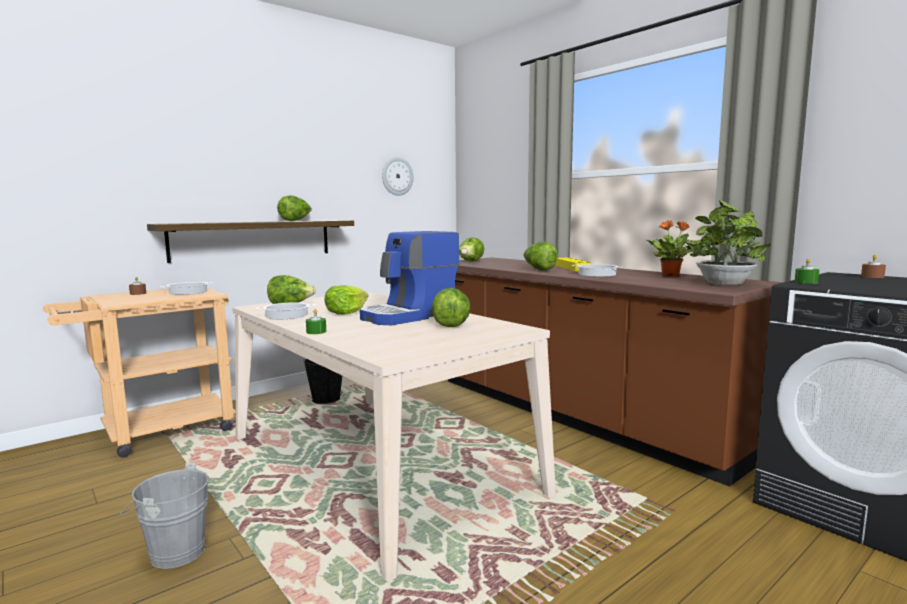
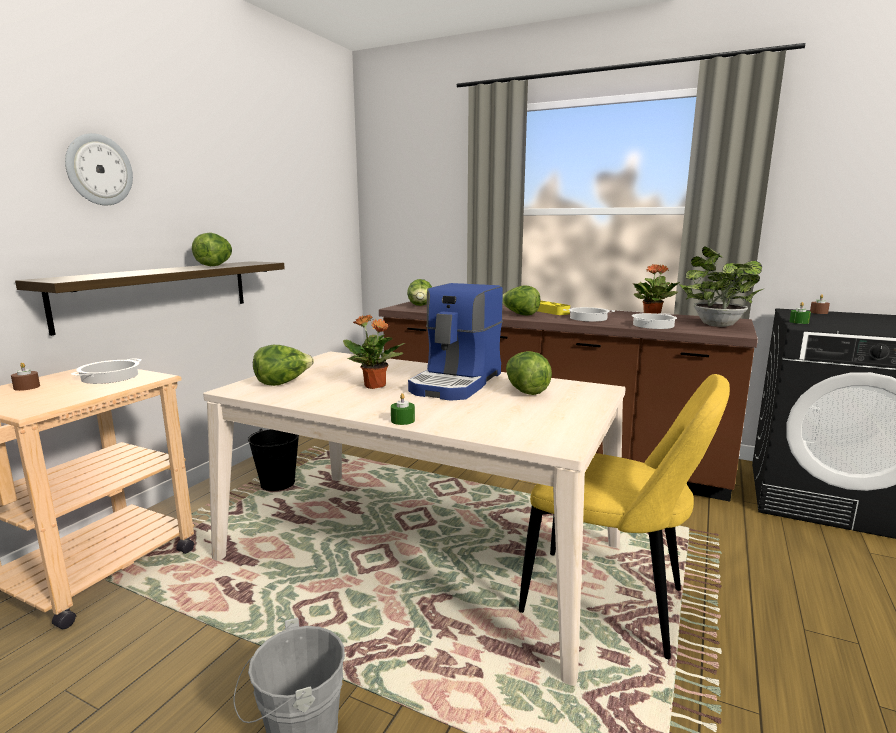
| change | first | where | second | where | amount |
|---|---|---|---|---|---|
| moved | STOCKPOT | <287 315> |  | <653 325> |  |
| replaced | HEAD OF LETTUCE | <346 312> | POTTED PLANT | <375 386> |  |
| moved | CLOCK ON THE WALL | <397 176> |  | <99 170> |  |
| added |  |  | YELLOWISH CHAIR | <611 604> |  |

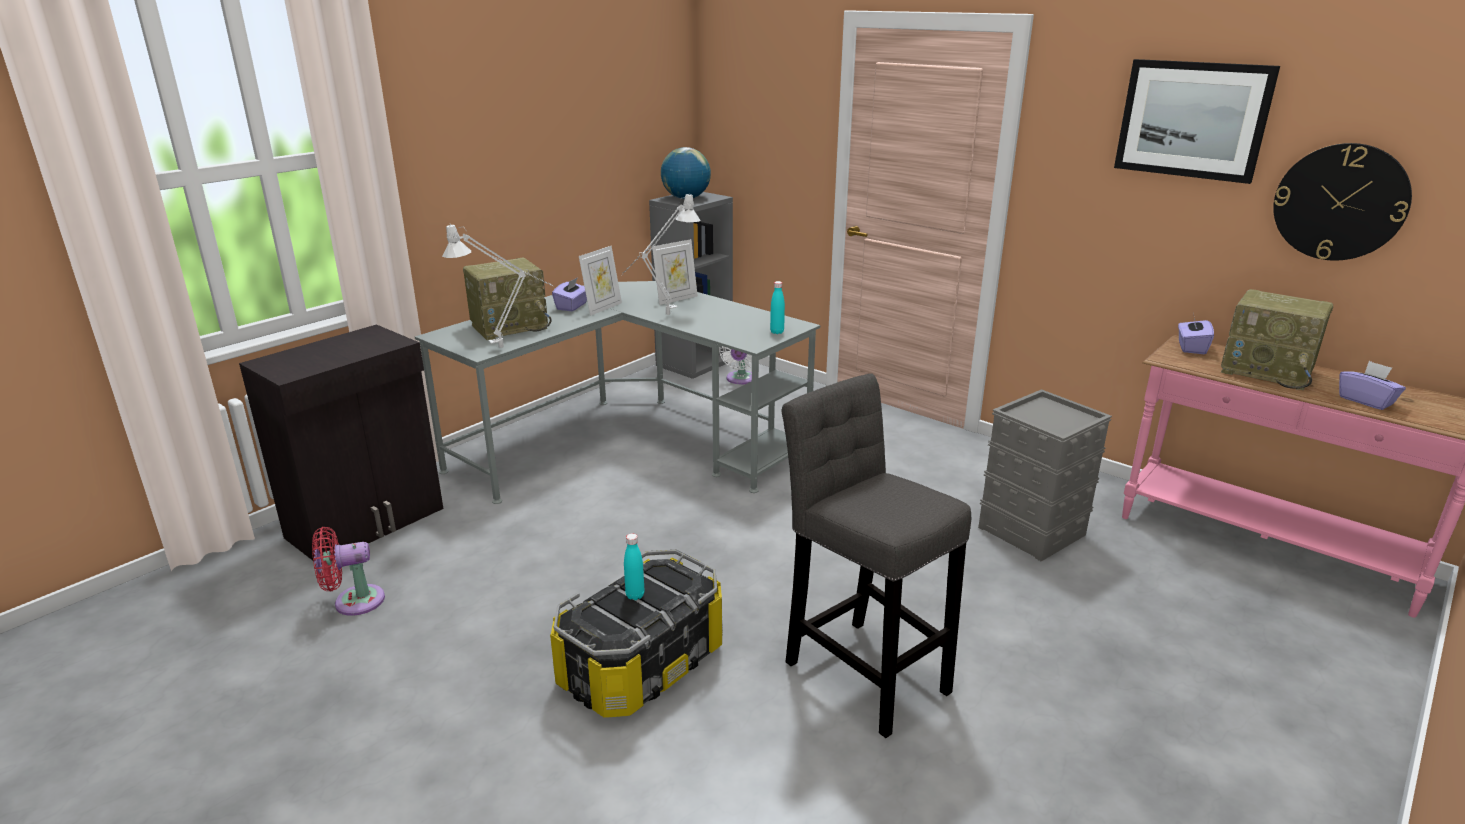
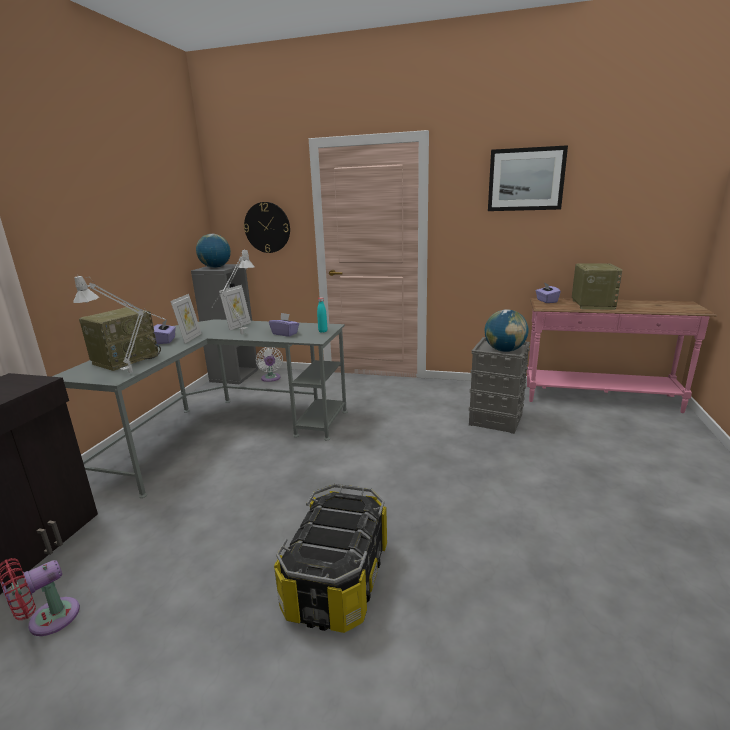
| change | first | where | second | where | amount |
|---|---|---|---|---|---|
| removed | BLUE-GREEN BOTTLE | <635 595> |  |  |  |
| removed | GREYISH STOOL | <861 670> |  |  |  |
| turned | RADIO RECEIVER | <1268 372> |  | <591 304> | 90 degrees counterclockwise |
| moved | CLOCK ON THE WALL | <1340 202> |  | <267 227> |  |
| moved | PURPLE-COLOURED TISSUE BOX | <1366 401> |  | <285 334> |  |
| added |  |  | GLOBE | <504 350> |  |

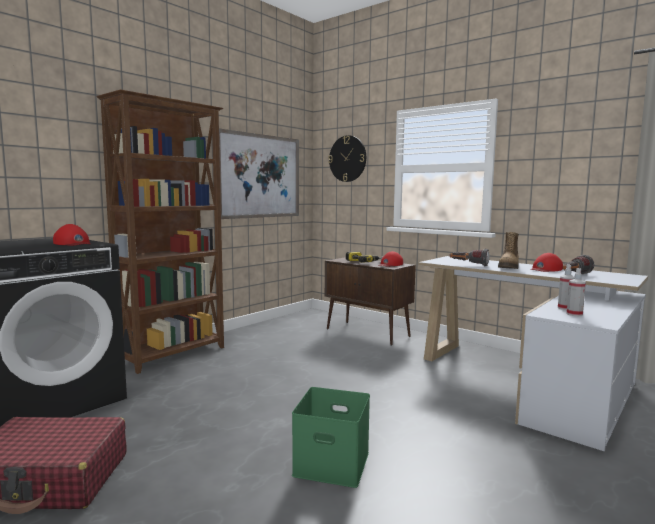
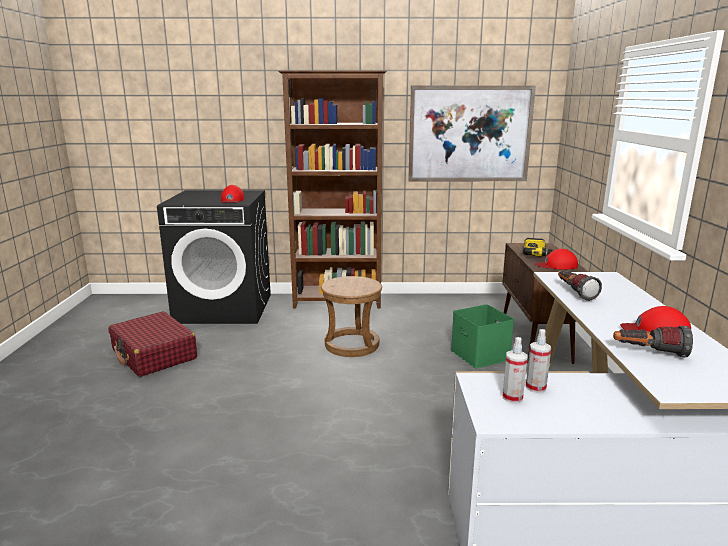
| change | first | where | second | where | amount |
|---|---|---|---|---|---|
| moved | GREEN-COLOURED STORAGE BIN | <333 463> |  | <481 355> |  |
| removed | CLOCK ON THE WALL | <347 158> |  |  |  |
| removed | TALL BOOT | <509 267> |  |  |  |
| added |  |  | BROWN-COLOURED STOOL | <352 344> |  |

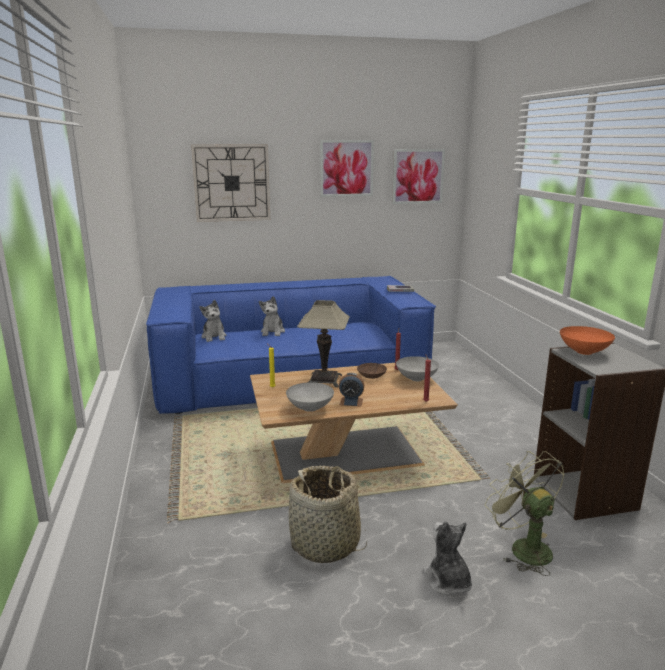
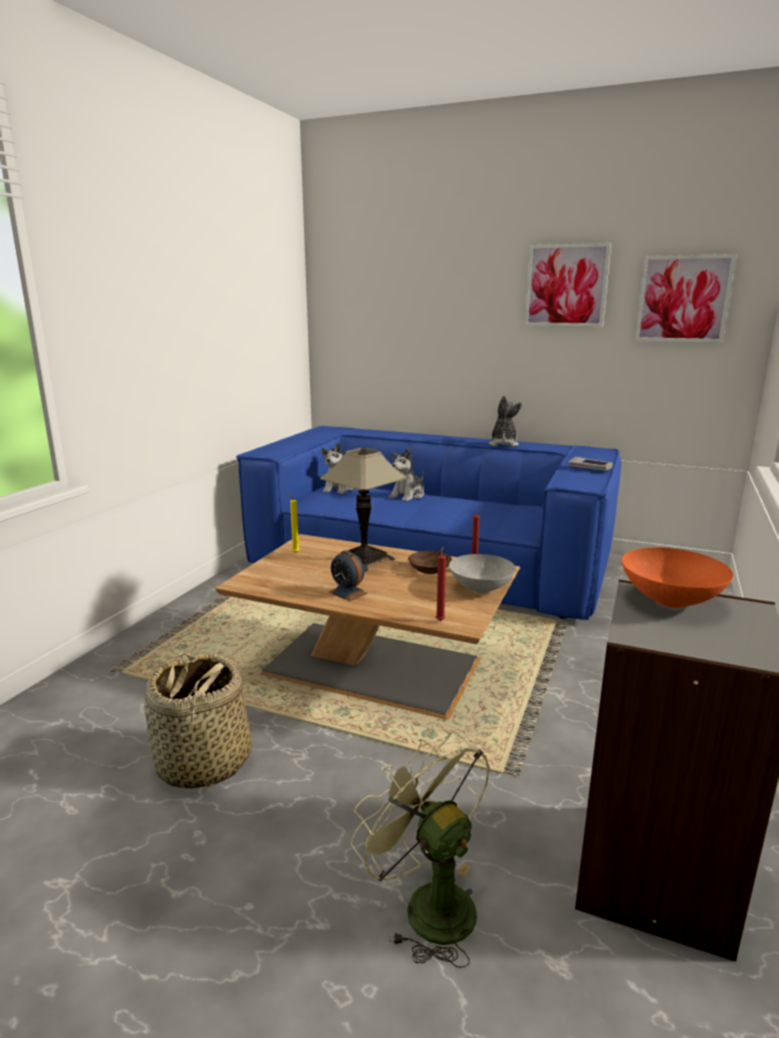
| change | first | where | second | where | amount |
|---|---|---|---|---|---|
| removed | CLOCK ON THE WALL | <231 183> |  |  |  |
| removed | GREYISH BOWL | <309 408> |  |  |  |
| moved | CUDDLY TOY | <448 581> |  | <503 444> |  |
| turned | GREEN-COLOURED ELECTRIC FAN | <523 547> |  | <427 903> | 45 degrees counterclockwise |

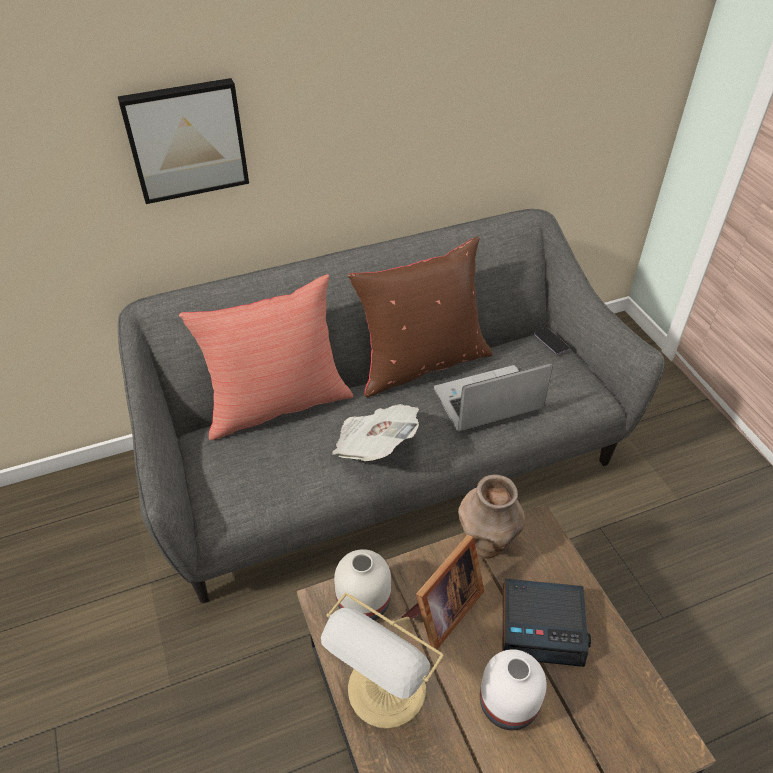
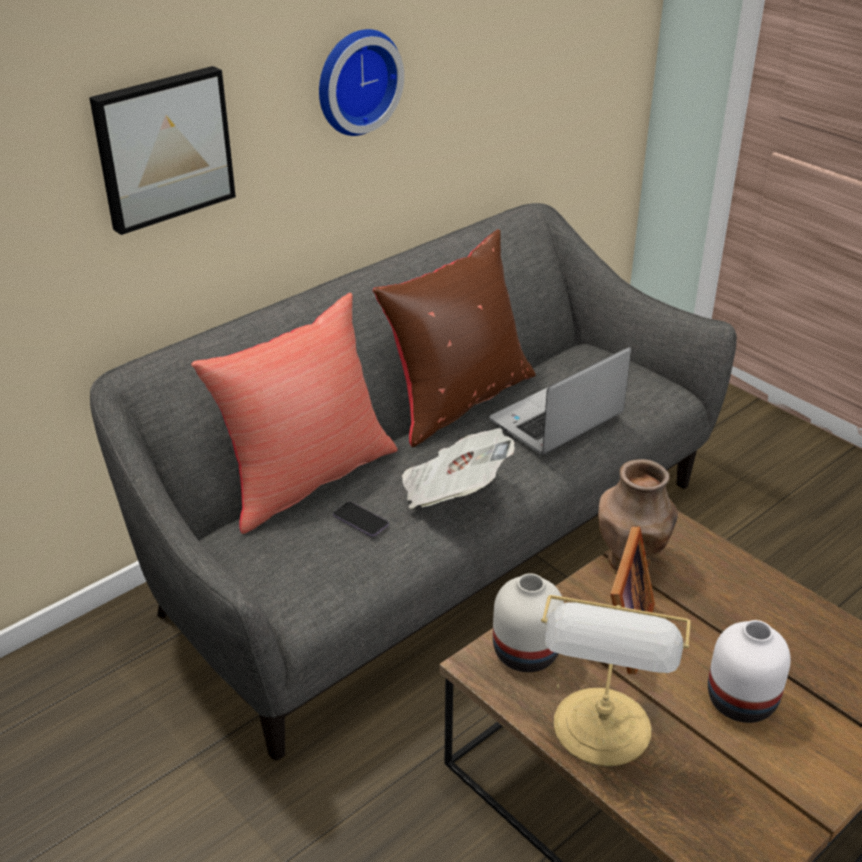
| change | first | where | second | where | amount |
|---|---|---|---|---|---|
| removed | TABLE CLOCK | <542 626> |  |  |  |
| moved | TELEPHONE | <551 342> |  | <360 520> |  |
| added |  |  | CLOCK ON THE WALL | <355 81> |  |

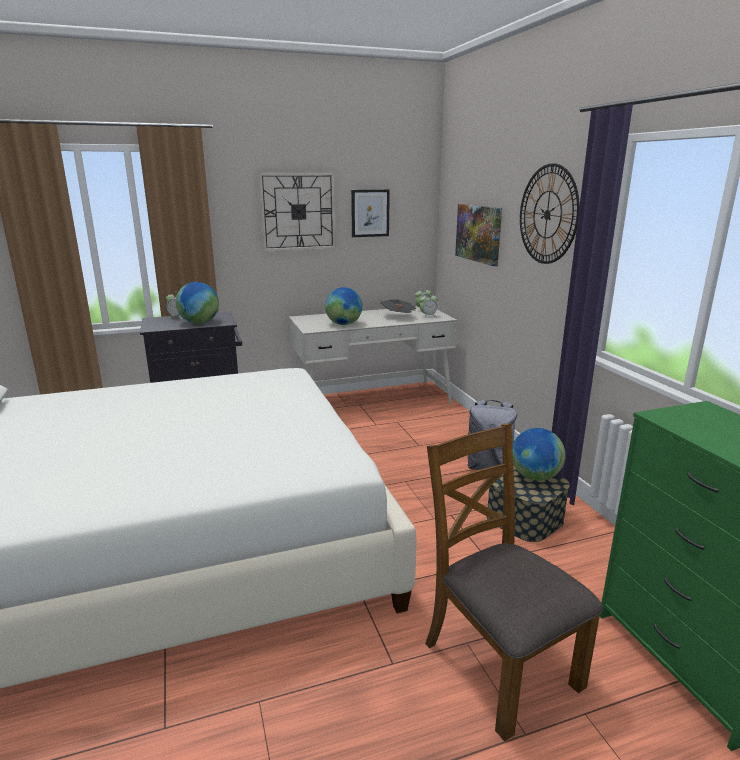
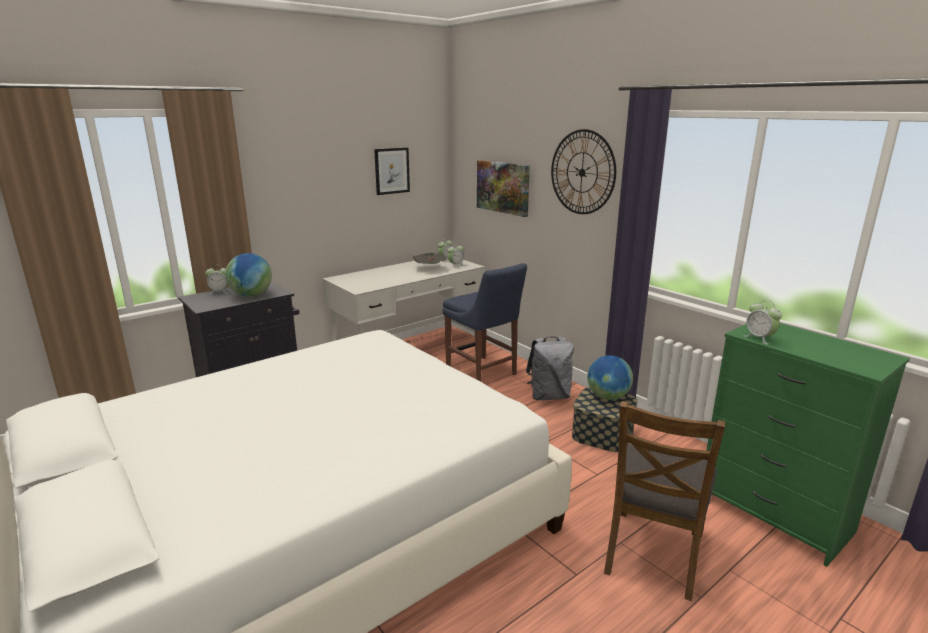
| change | first | where | second | where | amount |
|---|---|---|---|---|---|
| removed | CLOCK ON THE WALL | <298 211> |  |  |  |
| removed | GLOBE | <343 324> |  |  |  |
| turned | BROWN-COLOURED CHAIR | <499 664> |  | <653 552> | 105 degrees counterclockwise |
| added |  |  | BLUE-COLOURED CHAIR | <483 373> |  |
| added |  |  | TABLE CLOCK | <759 338> |  |

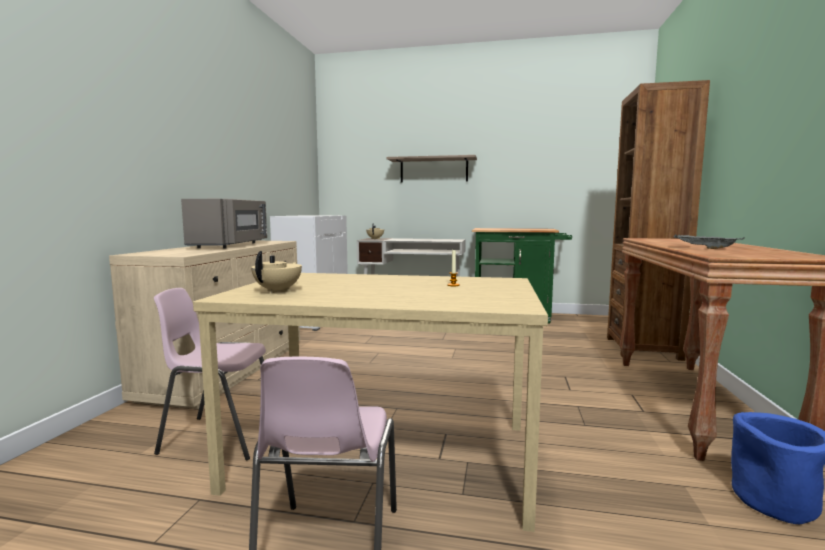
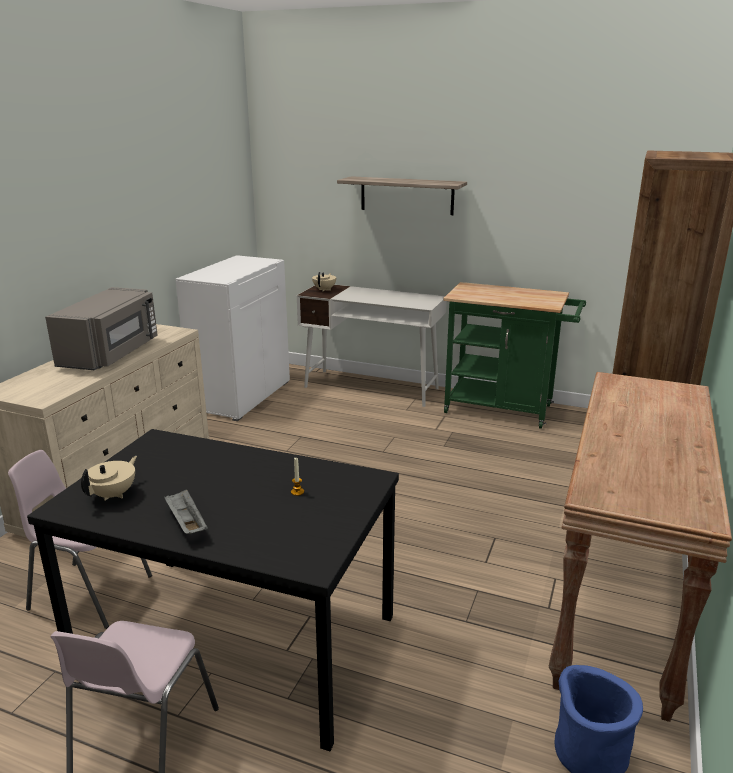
| change | first | where | second | where | amount |
|---|---|---|---|---|---|
| recoloured | SAND-COLOURED KITCHEN TABLE | <388 455> | BLACK-COLOURED KITCHEN TABLE | <239 639> |  |
| moved | GREYISH CARRYING TRAY | <704 248> |  | <186 523> |  |

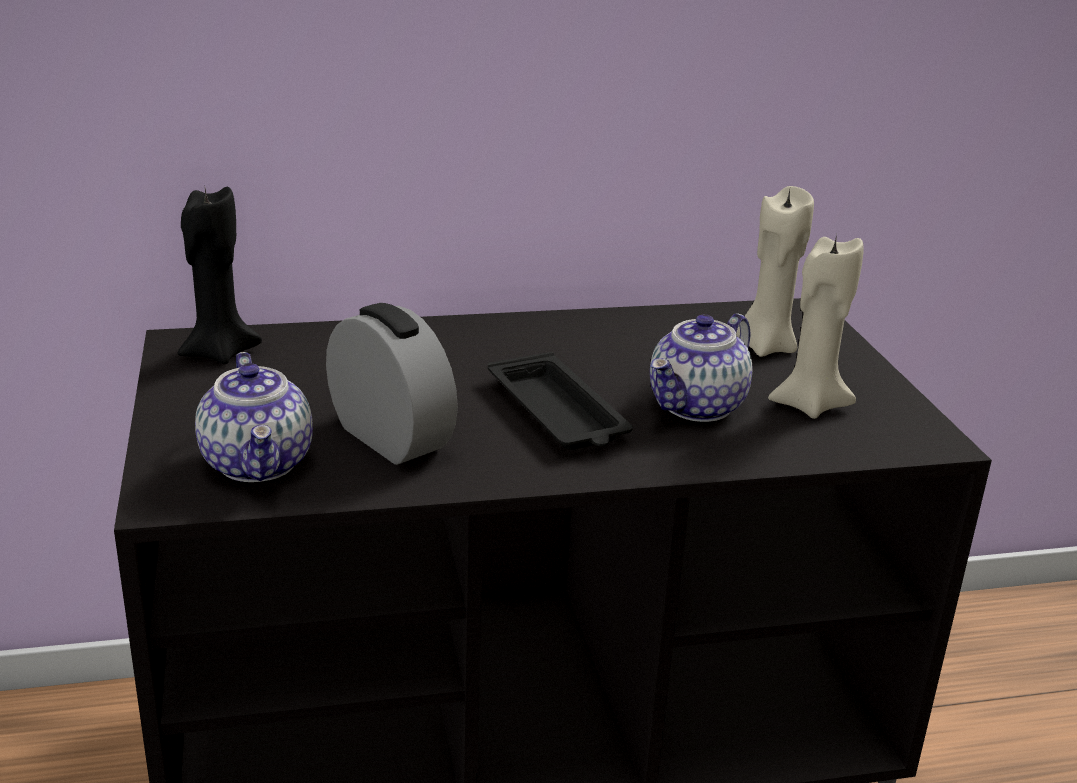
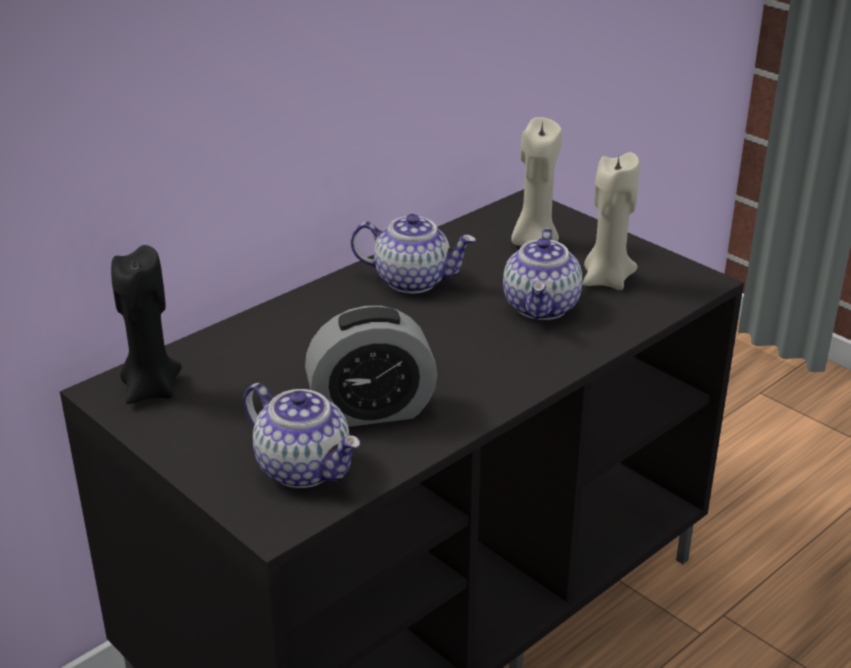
| change | first | where | second | where | amount |
|---|---|---|---|---|---|
| turned | TABLE CLOCK | <390 438> |  | <371 410> | 150 degrees clockwise |
| removed | BLACK-COLOURED CARRYING TRAY | <558 413> |  |  |  |
| added |  |  | TEAPOT | <413 280> |  |

